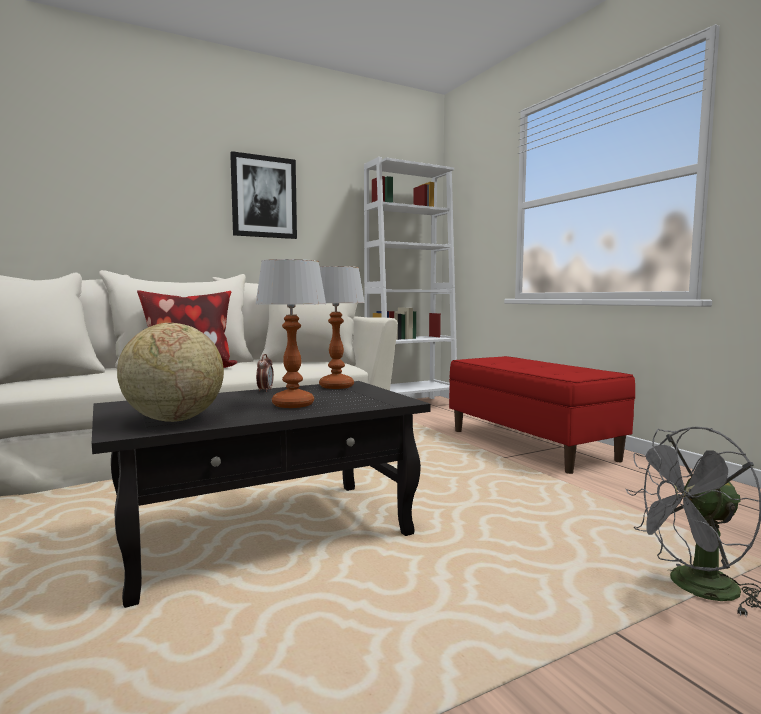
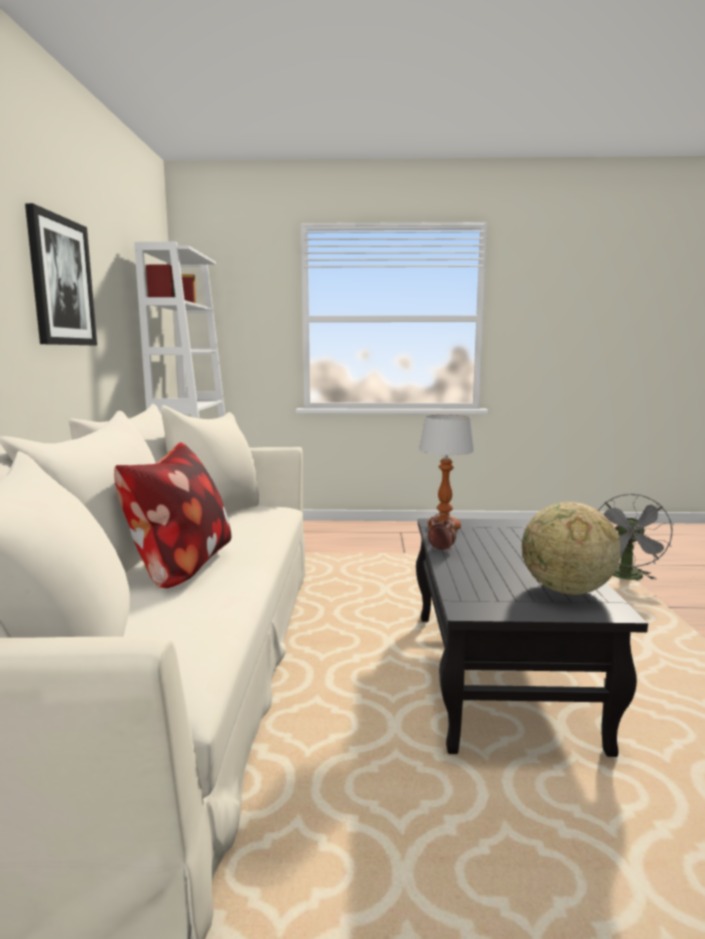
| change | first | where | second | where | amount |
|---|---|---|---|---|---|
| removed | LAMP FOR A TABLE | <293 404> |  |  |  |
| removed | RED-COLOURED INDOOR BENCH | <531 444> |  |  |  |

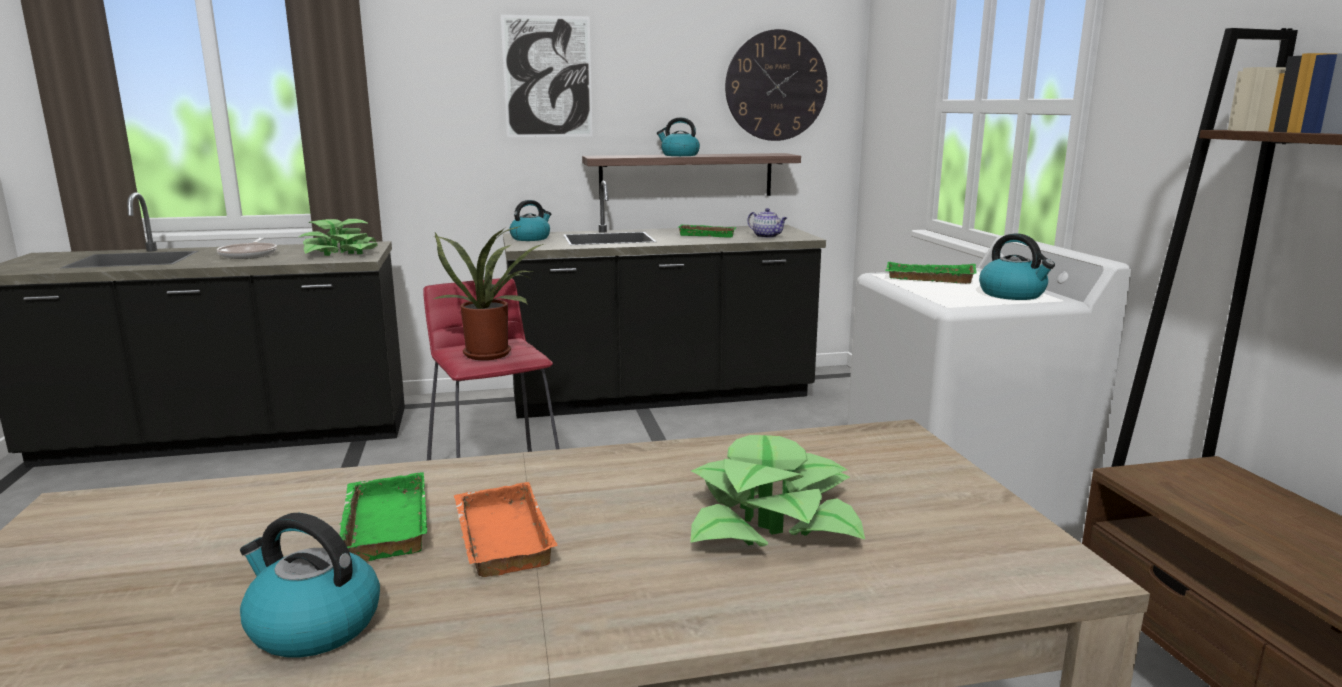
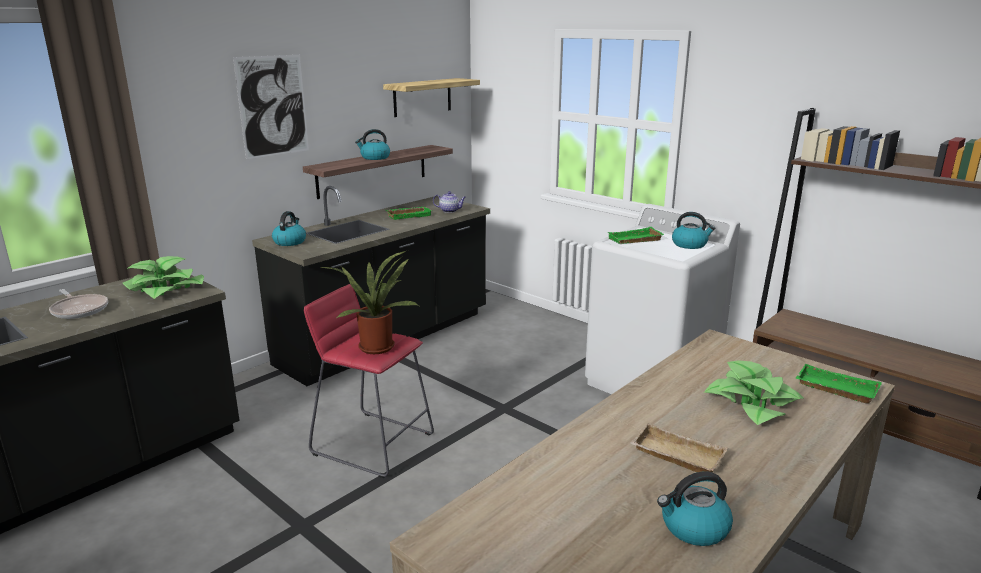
| change | first | where | second | where | amount |
|---|---|---|---|---|---|
| moved | GREEN-COLOURED CARRYING TRAY | <381 525> |  | <834 389> |  |
| recoloured | ORANGEY CARRYING TRAY | <498 537> | SAND-COLOURED CARRYING TRAY | <675 456> |  |
| replaced | CLOCK ON THE WALL | <776 86> | WALL SHELF | <422 97> |  |

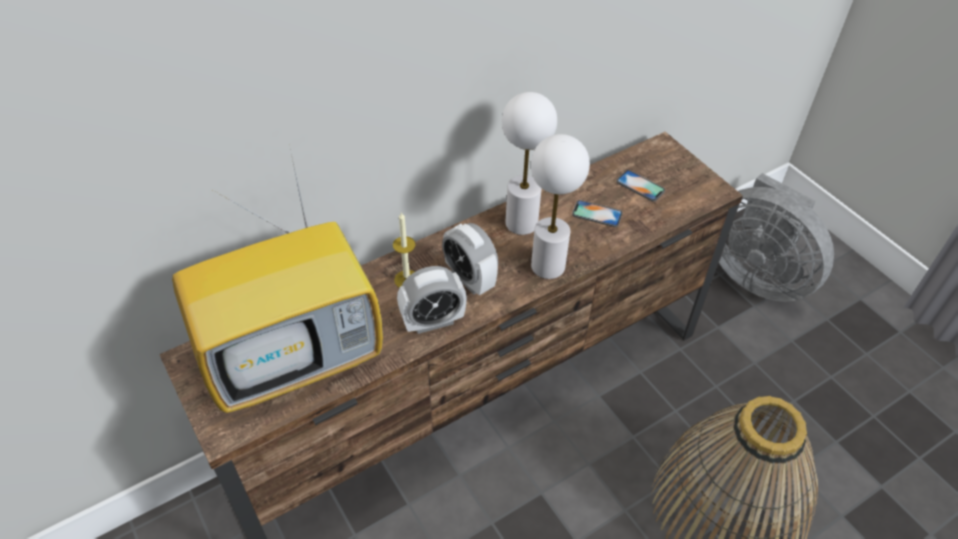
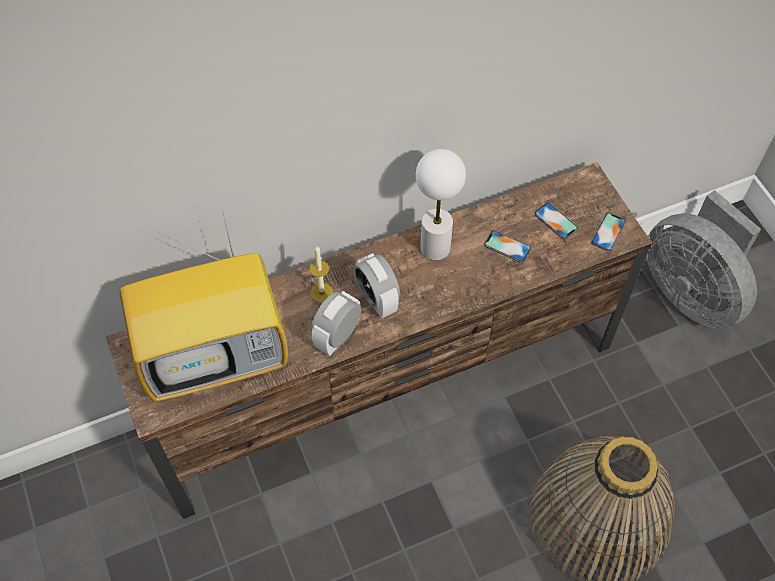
| change | first | where | second | where | amount |
|---|---|---|---|---|---|
| turned | TABLE CLOCK | <433 321> |  | <337 337> | 135 degrees clockwise |
| removed | WHITE LAMP FOR A TABLE | <547 265> |  |  |  |
| added |  |  | TELEPHONE | <608 232> |  |

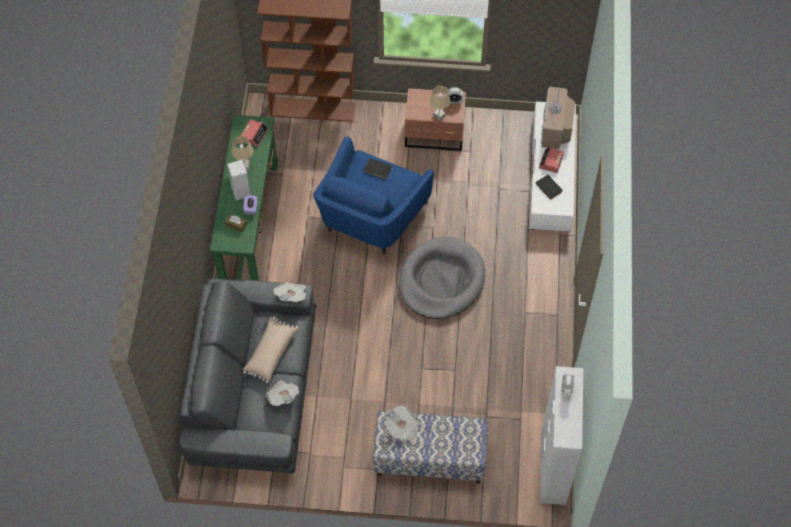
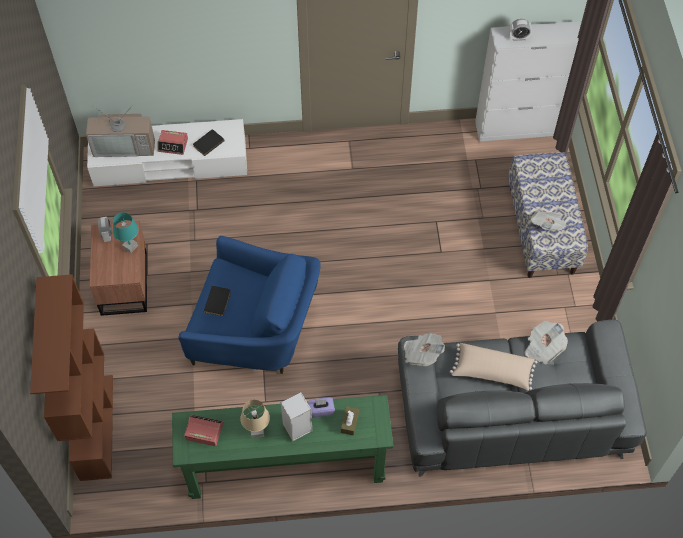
| change | first | where | second | where | amount |
|---|---|---|---|---|---|
| removed | GREYISH DOG BED | <441 280> |  |  |  |
| recoloured | SAND-COLOURED LAMP FOR A TABLE | <439 116> | BLUE-GREEN LAMP FOR A TABLE | <130 247> |  |

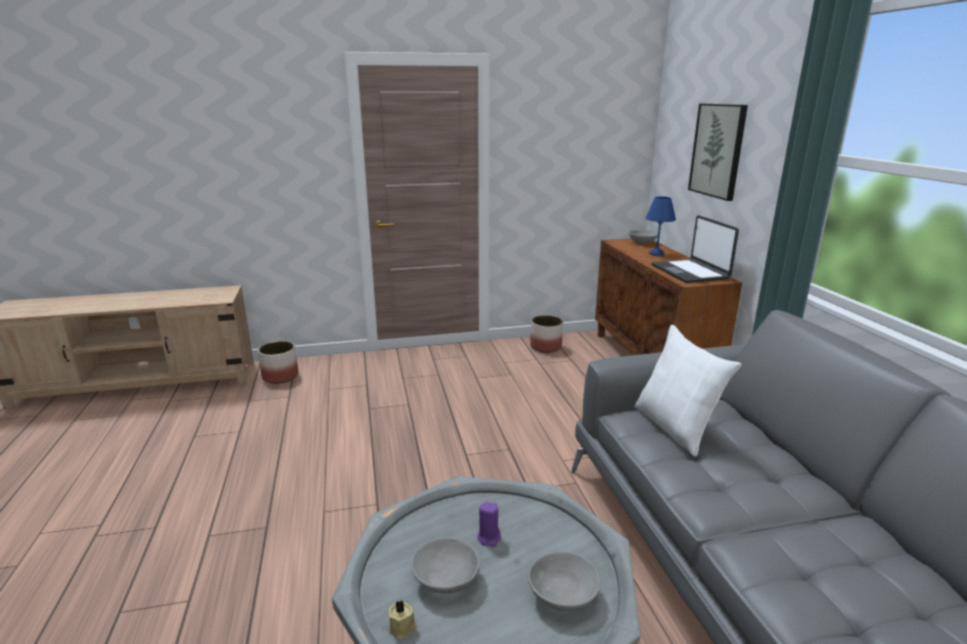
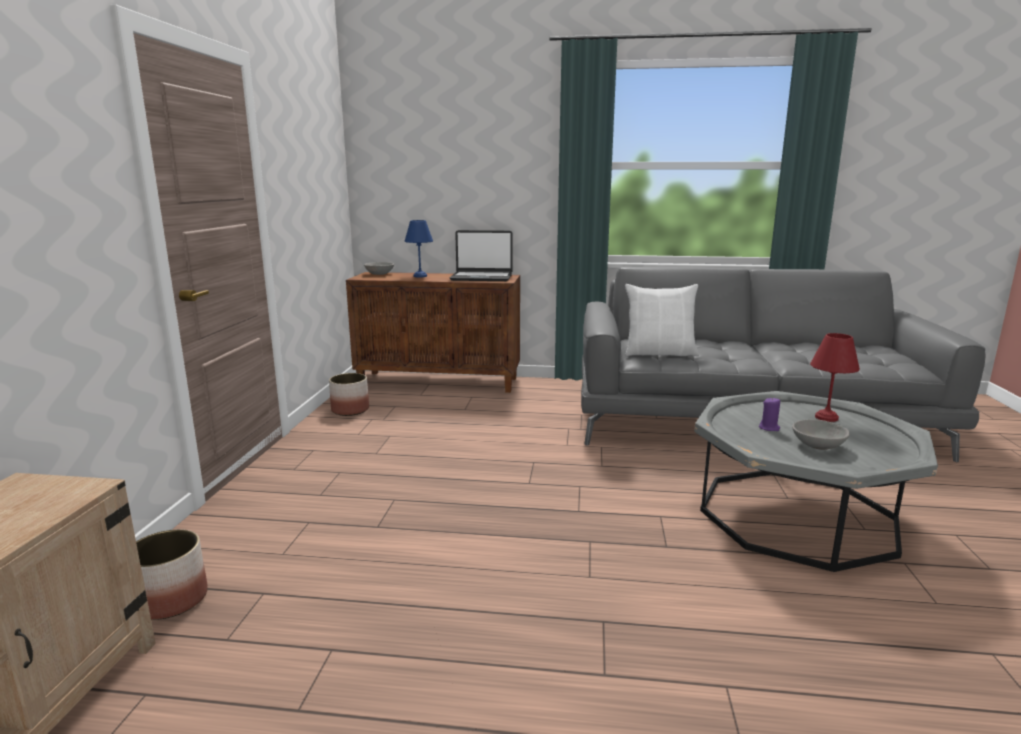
| change | first | where | second | where | amount |
|---|---|---|---|---|---|
| removed | SAND-COLOURED WAX LIGHT | <403 628> |  |  |  |
| replaced | GREYISH BOWL | <562 595> | RED-COLOURED LAMP FOR A TABLE | <825 418> |  |
| removed | PICTURE | <718 150> |  |  |  |

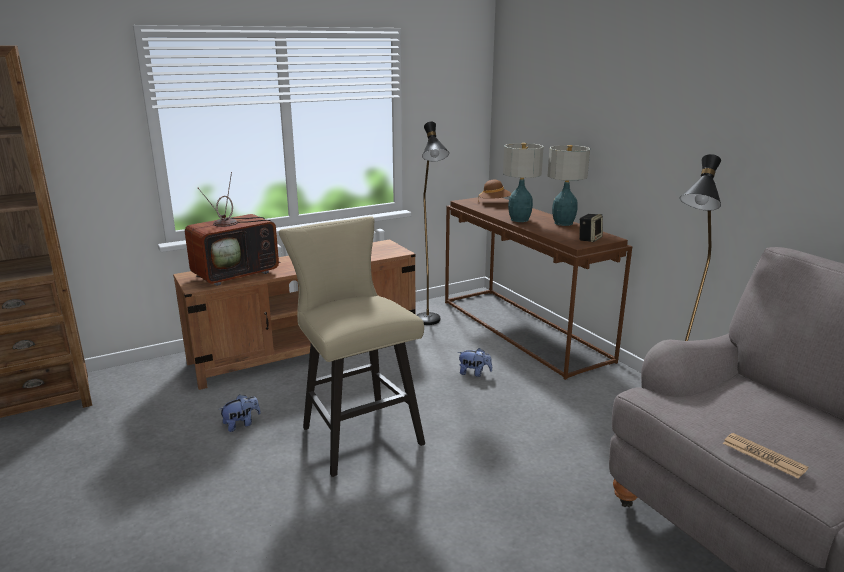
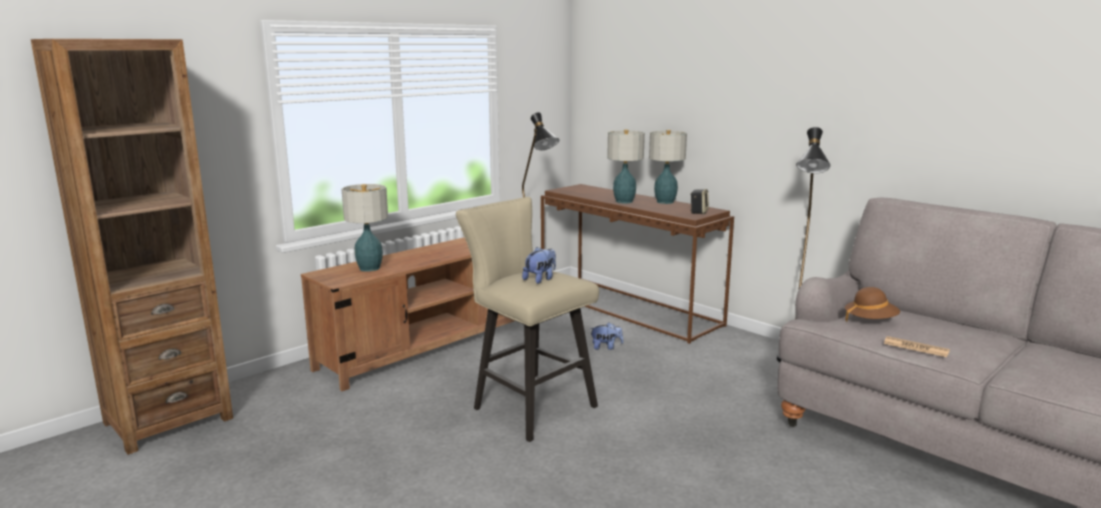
| change | first | where | second | where | amount |
|---|---|---|---|---|---|
| replaced | TV | <237 273> | LAMP FOR A TABLE | <369 268> |  |
| moved | CUDDLY TOY | <241 424> |  | <540 279> |  |
| moved | BROWN-COLOURED CLOTHING HAT | <494 202> |  | <870 321> |  |

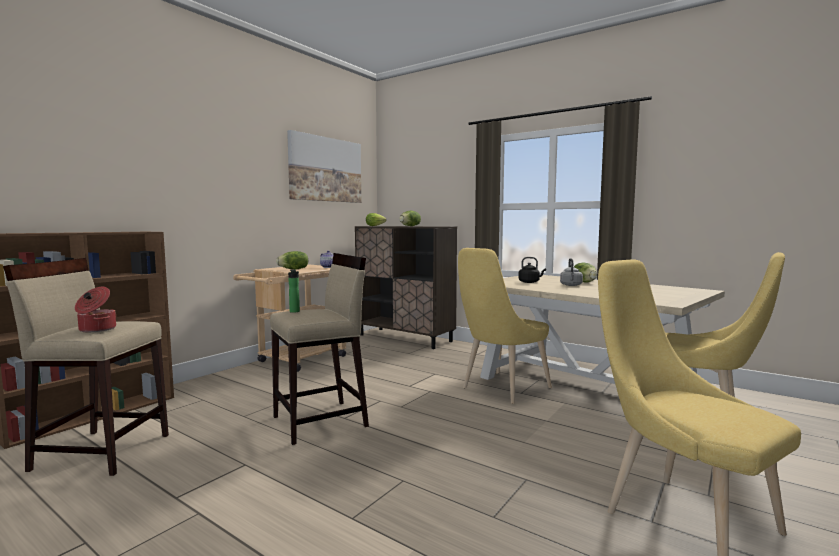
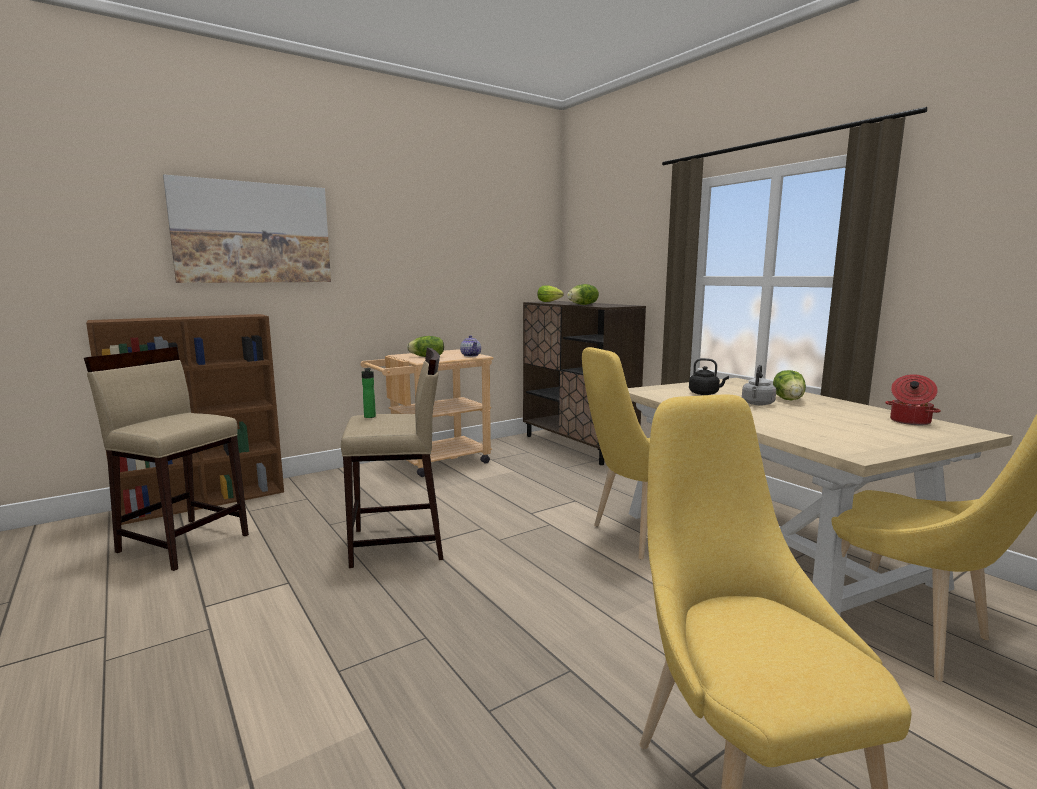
| change | first | where | second | where | amount |
|---|---|---|---|---|---|
| moved | STOCKPOT | <96 329> |  | <909 422> |  |
| moved | PICTURE | <325 169> |  | <253 233> |  |

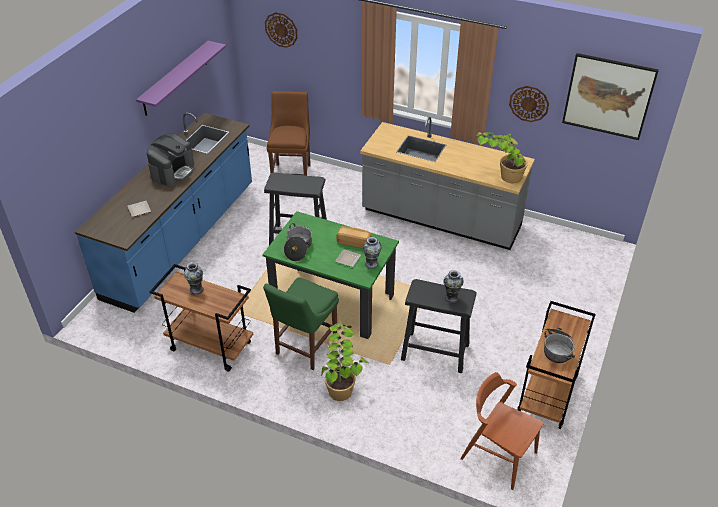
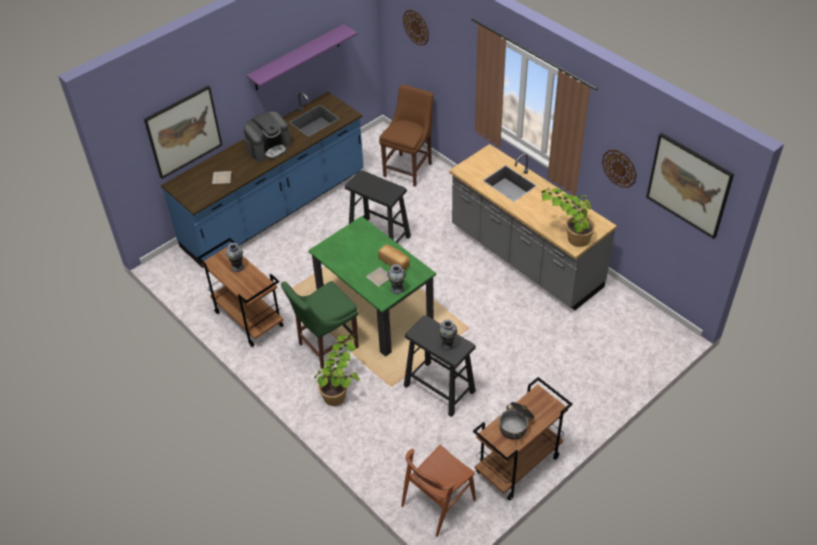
| change | first | where | second | where | amount |
|---|---|---|---|---|---|
| removed | STOCKPOT | <298 248> |  |  |  |
| turned | BROWN-COLOURED CHAIR | <498 455> |  | <438 503> | 105 degrees counterclockwise |
| added |  |  | PICTURE | <183 131> |  |

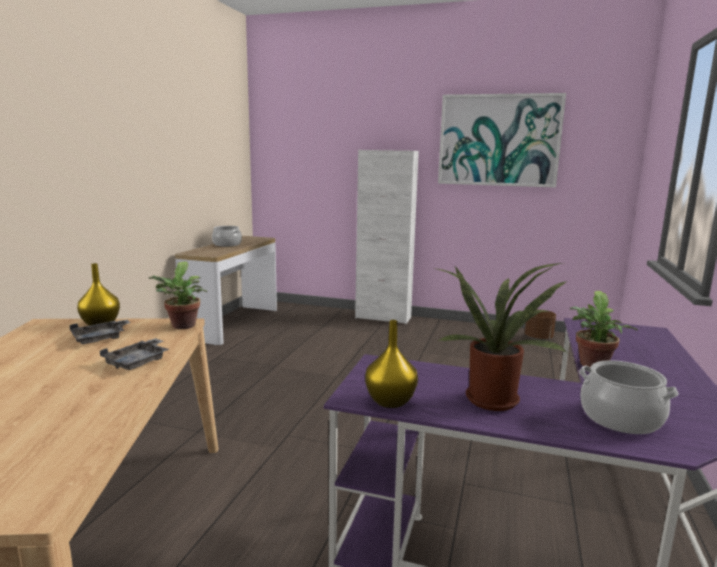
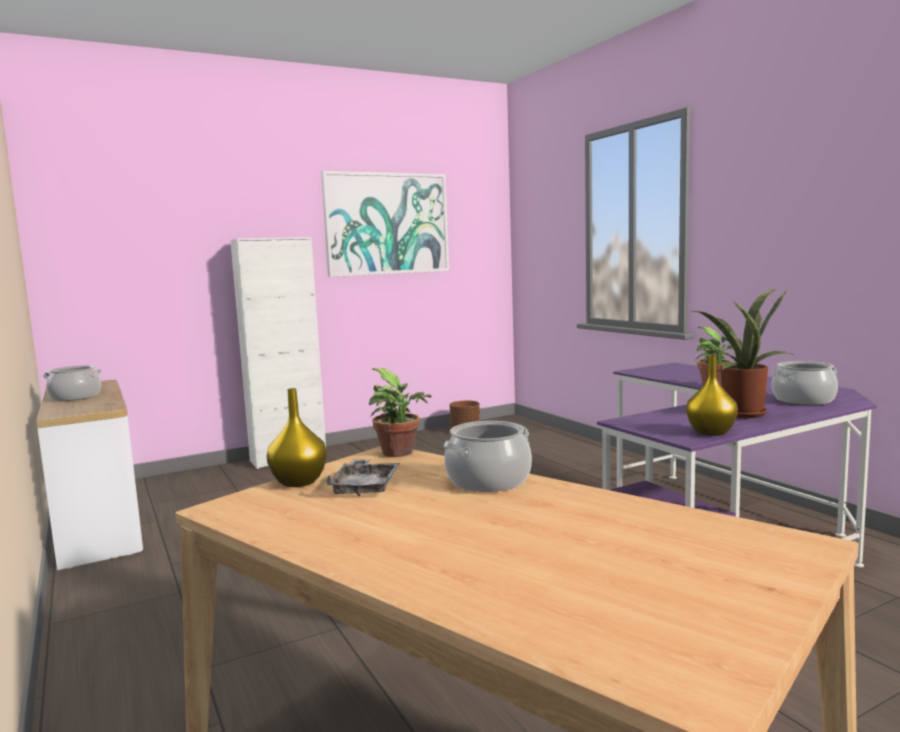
| change | first | where | second | where | amount |
|---|---|---|---|---|---|
| replaced | GREYISH CARRYING TRAY | <138 362> | STOCKPOT | <488 480> |  |

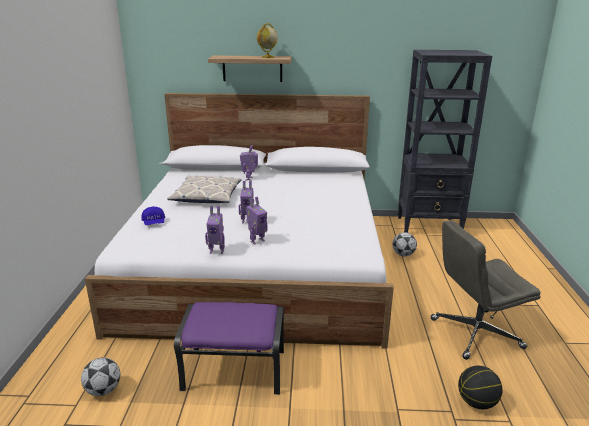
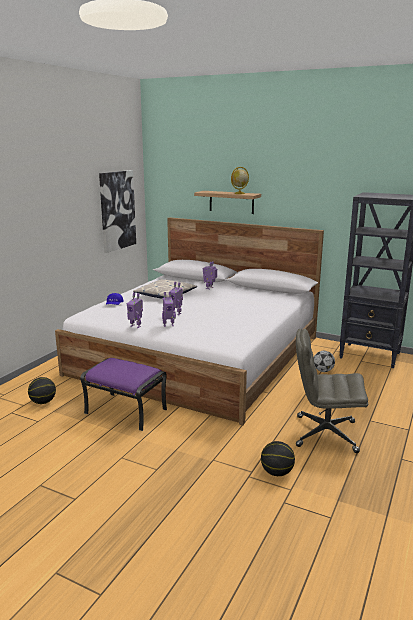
| change | first | where | second | where | amount |
|---|---|---|---|---|---|
| replaced | FOOTBALL BALL | <103 390> | BASKETBALL | <43 402> |  |
| added |  |  | PICTURE | <117 210> |  |

